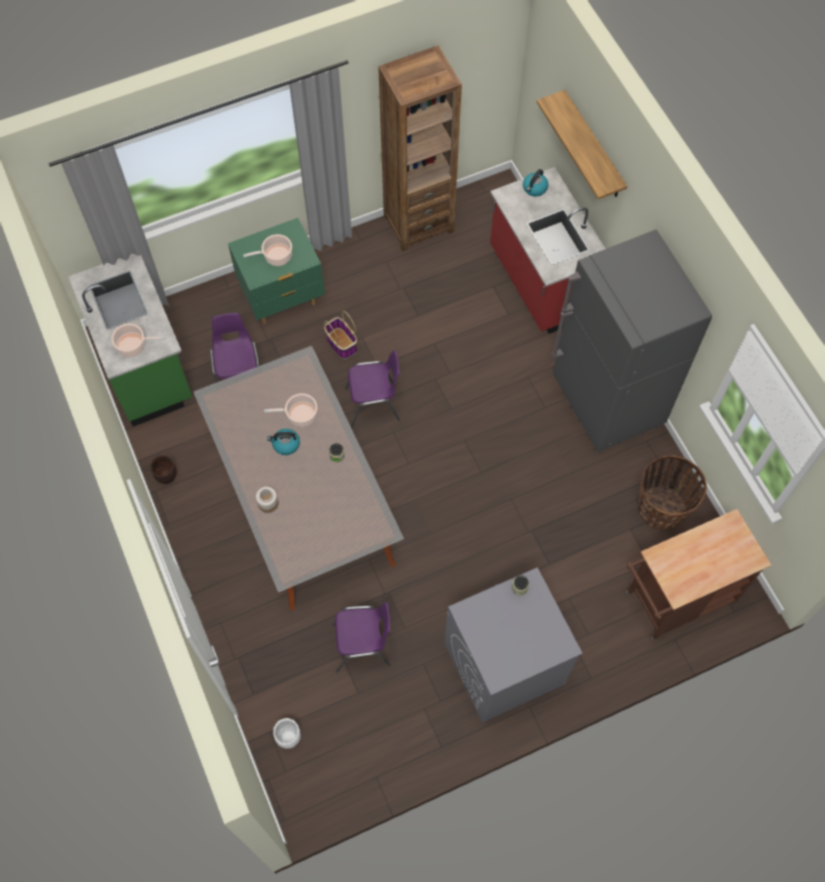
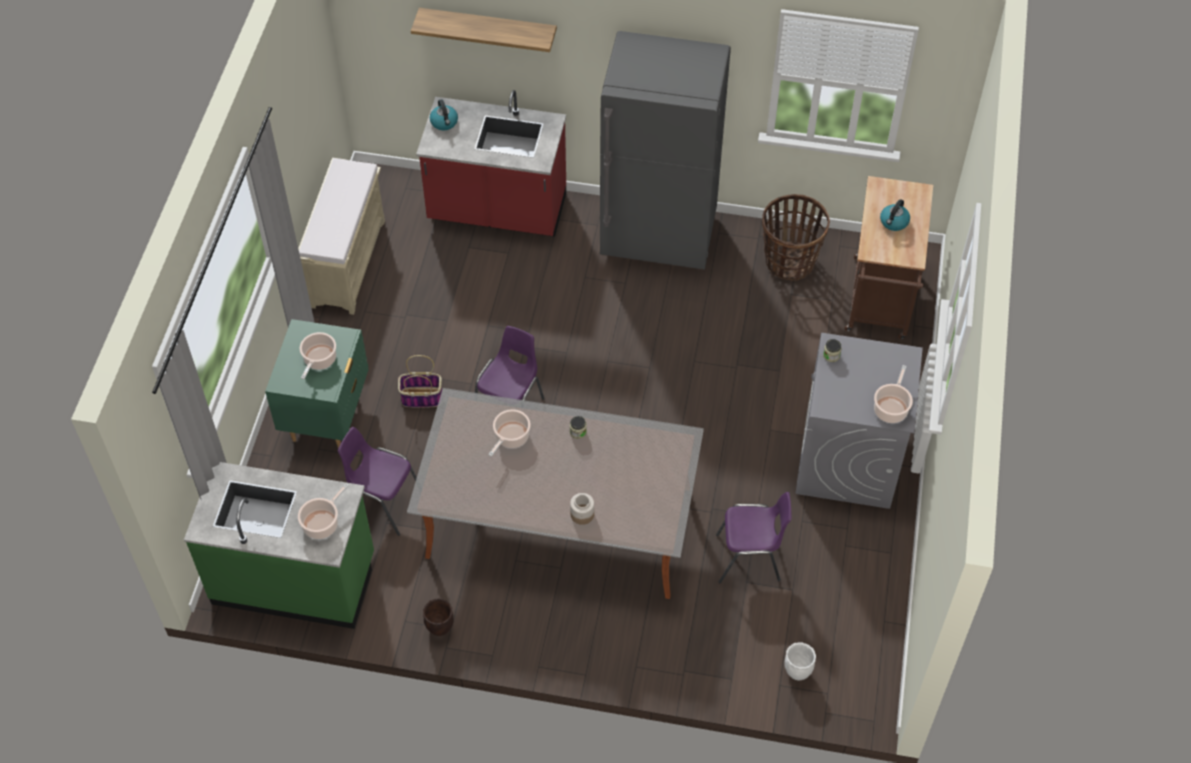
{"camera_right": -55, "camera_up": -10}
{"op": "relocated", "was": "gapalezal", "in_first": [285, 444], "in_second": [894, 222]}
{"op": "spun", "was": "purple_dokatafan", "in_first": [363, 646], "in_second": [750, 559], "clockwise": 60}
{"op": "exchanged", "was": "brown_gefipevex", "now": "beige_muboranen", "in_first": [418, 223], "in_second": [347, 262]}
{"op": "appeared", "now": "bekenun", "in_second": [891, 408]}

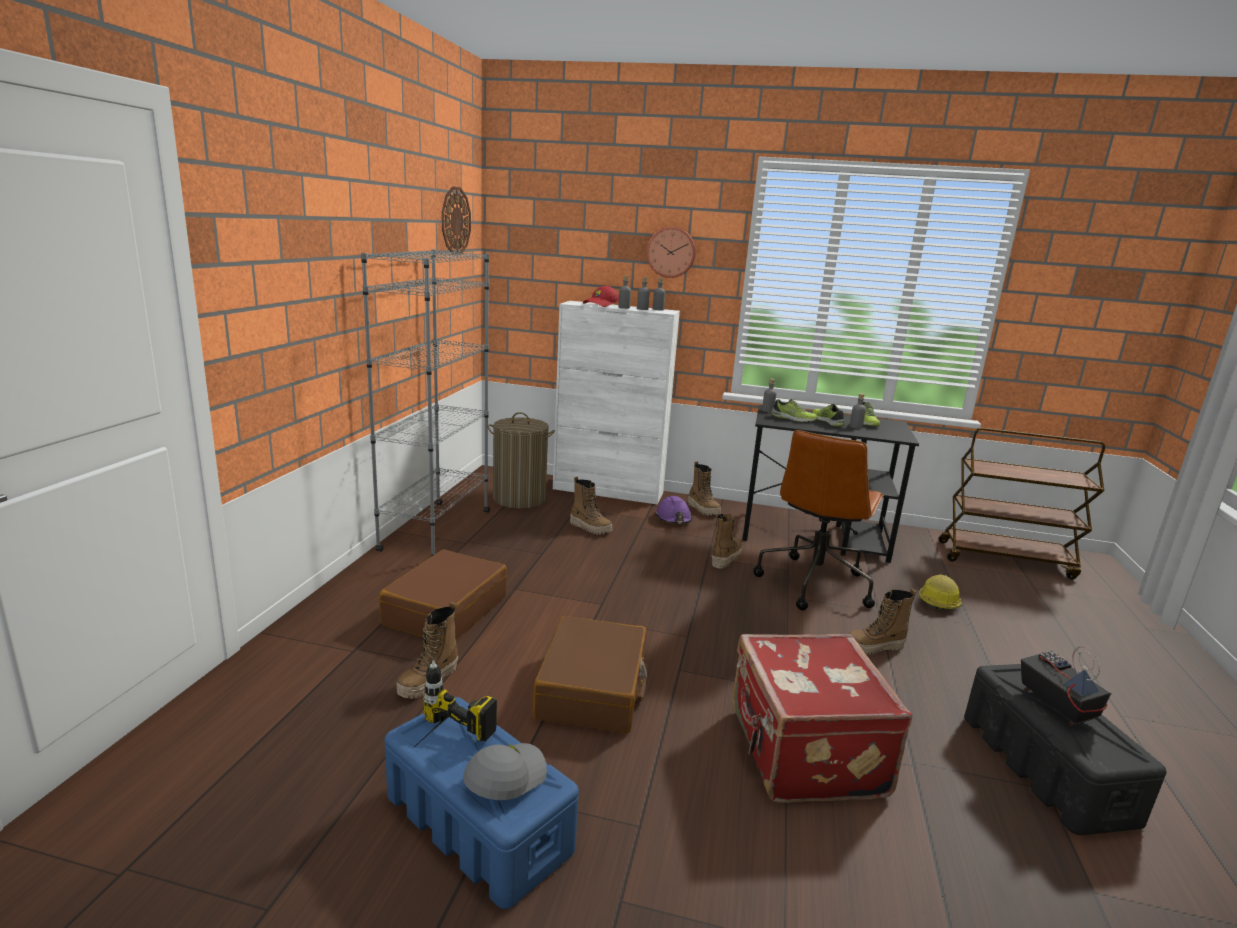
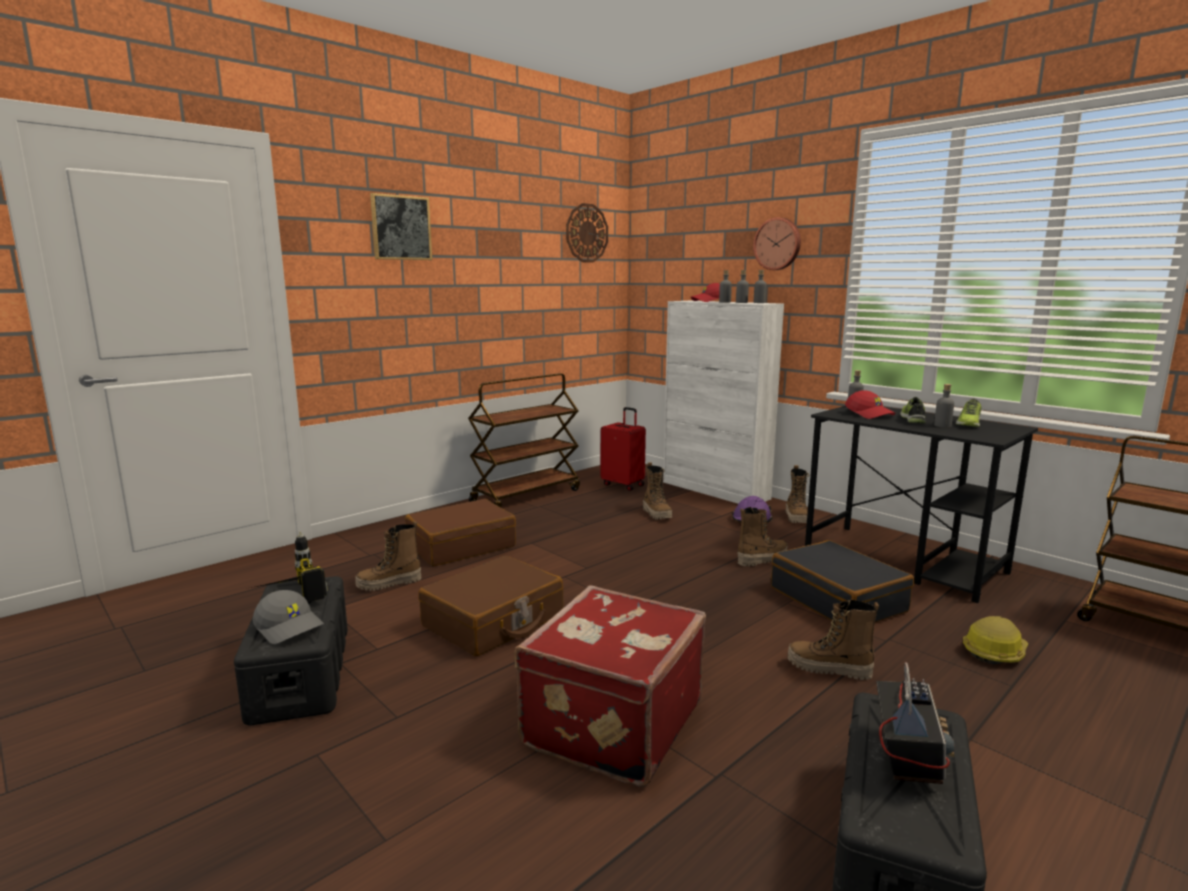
{"camera_right": 35, "camera_up": -5}
{"op": "exchanged", "was": "grey_gefipevex", "now": "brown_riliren", "in_first": [436, 530], "in_second": [526, 495]}
{"op": "colour", "was": "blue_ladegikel", "now": "black_ladegikel", "in_first": [477, 822], "in_second": [301, 672]}
{"op": "spun", "was": "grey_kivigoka", "in_first": [504, 778], "in_second": [290, 626], "clockwise": 60}
{"op": "exchanged", "was": "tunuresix", "now": "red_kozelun", "in_first": [519, 498], "in_second": [623, 485]}
{"op": "exchanged", "was": "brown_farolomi", "now": "black_kozelun", "in_first": [814, 583], "in_second": [838, 599]}
{"op": "exchanged", "was": "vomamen", "now": "red_kivigoka", "in_first": [793, 419], "in_second": [870, 414]}
{"op": "appeared", "now": "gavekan", "in_second": [401, 228]}

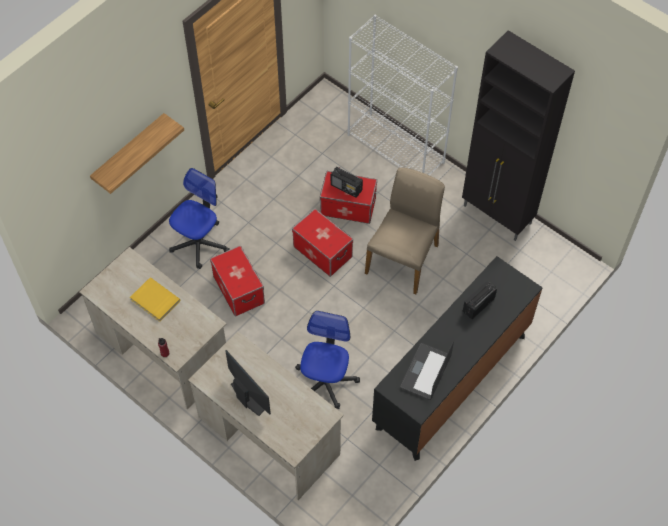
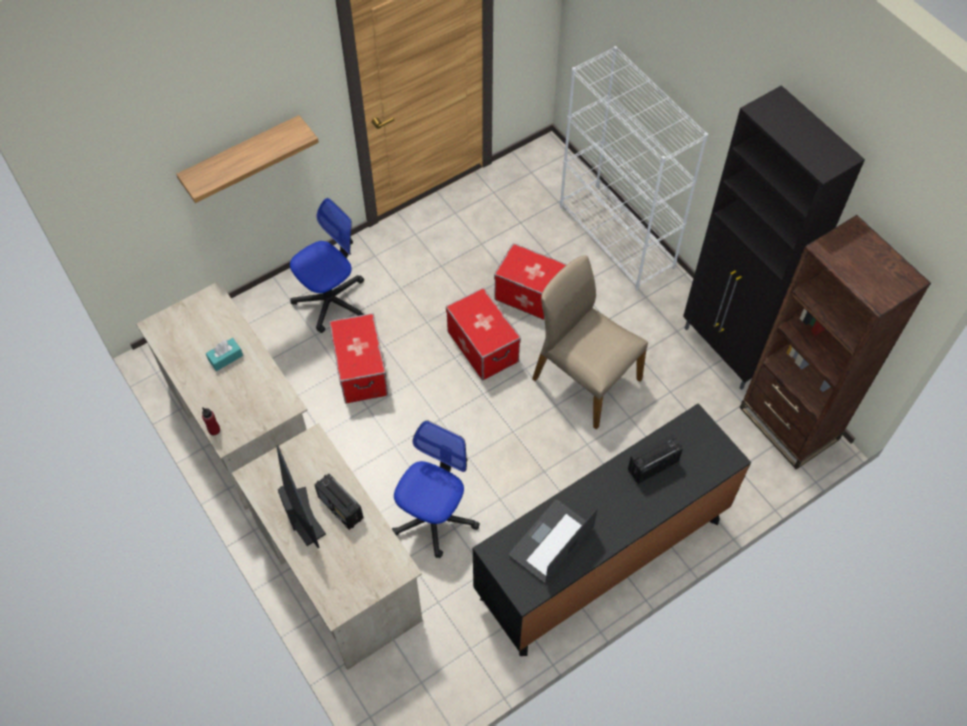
{"camera_right": 15, "camera_up": 0}
{"op": "exchanged", "was": "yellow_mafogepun", "now": "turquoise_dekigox", "in_first": [154, 301], "in_second": [225, 358]}
{"op": "relocated", "was": "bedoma", "in_first": [346, 188], "in_second": [341, 508]}
{"op": "spun", "was": "beige_dokatafan", "in_first": [403, 258], "in_second": [585, 379], "clockwise": -90}
{"op": "appeared", "now": "brown_gefipevex", "in_second": [788, 424]}

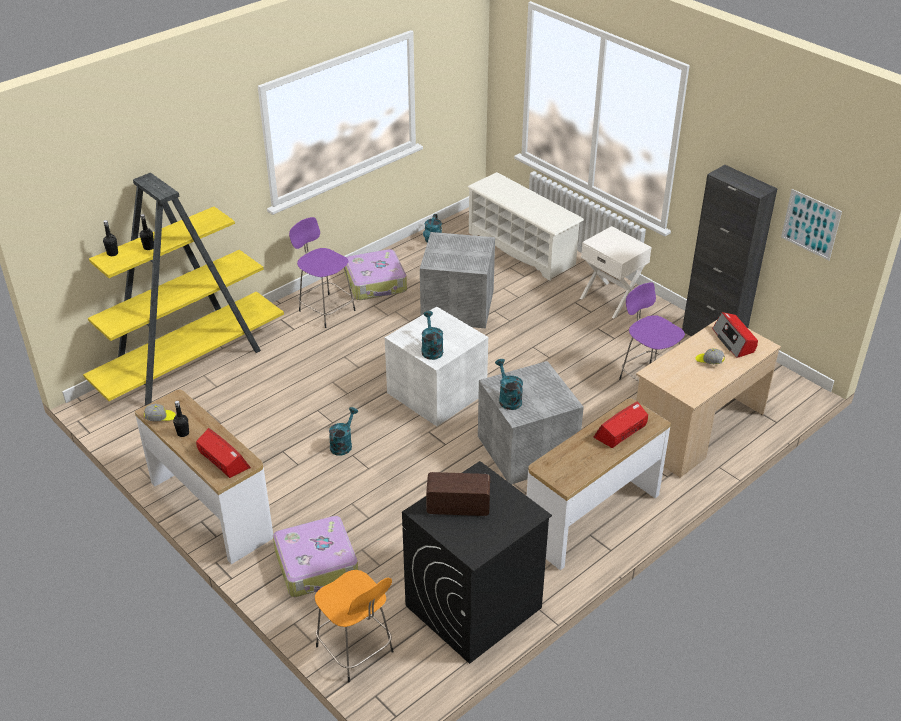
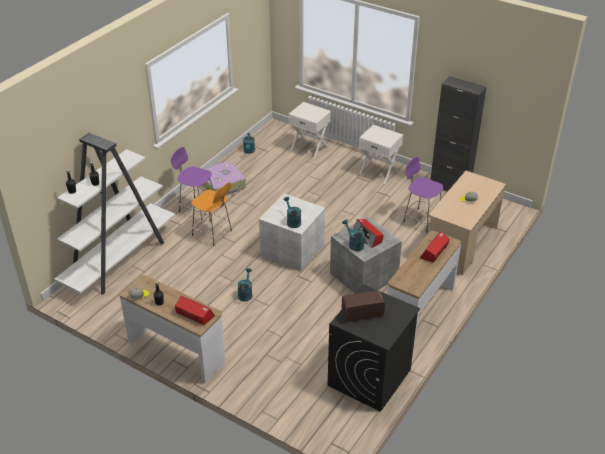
{"camera_right": -15, "camera_up": 0}
{"op": "colour", "was": "yellow_gefipevex", "now": "white_gefipevex", "in_first": [191, 364], "in_second": [120, 259]}
{"op": "missing", "was": "kozelun", "in_first": [317, 565]}
{"op": "relocated", "was": "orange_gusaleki", "in_first": [356, 651], "in_second": [213, 234]}
{"op": "missing", "was": "grey_ladegikel", "in_first": [458, 306]}
{"op": "exchanged", "was": "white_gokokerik", "now": "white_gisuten", "in_first": [522, 248], "in_second": [309, 147]}
{"op": "relocated", "was": "bedoma", "in_first": [734, 341], "in_second": [367, 236]}
{"op": "missing", "was": "gavekan", "in_first": [810, 224]}

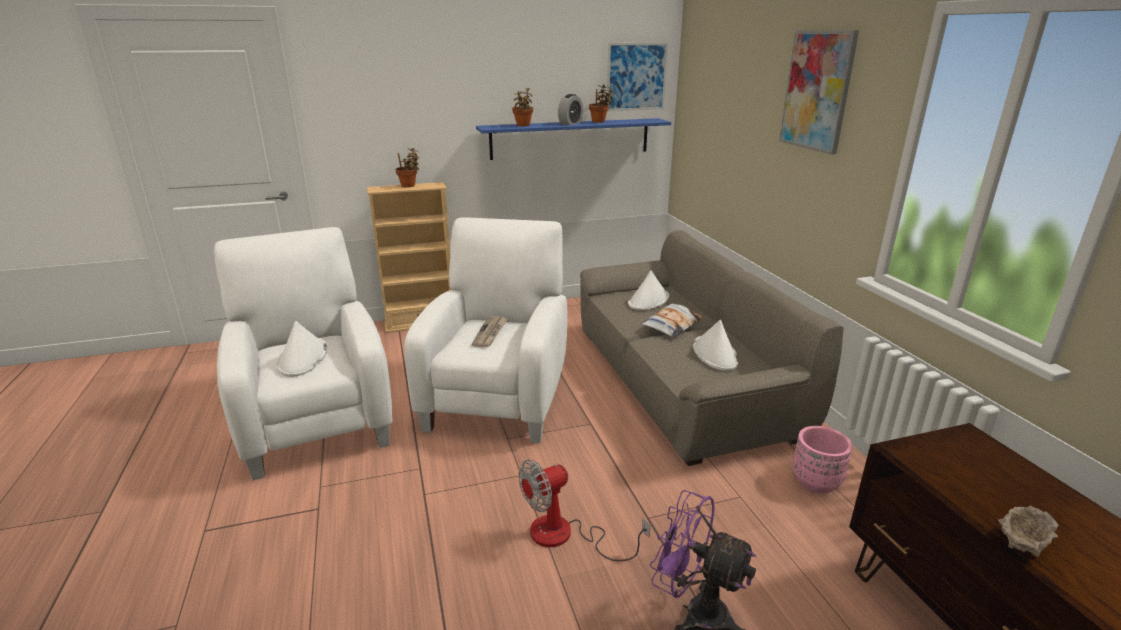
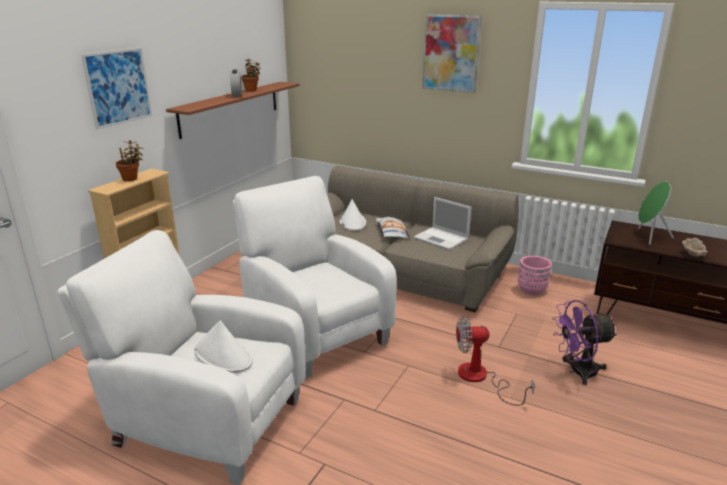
{"camera_right": -45, "camera_up": 0}
{"op": "missing", "was": "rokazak", "in_first": [490, 333]}
{"op": "colour", "was": "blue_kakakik", "now": "brown_kakakik", "in_first": [570, 138], "in_second": [230, 108]}
{"op": "missing", "was": "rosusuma", "in_first": [523, 125]}
{"op": "spun", "was": "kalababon", "in_first": [565, 536], "in_second": [481, 378], "clockwise": 75}
{"op": "relocated", "was": "gavekan", "in_first": [636, 77], "in_second": [118, 87]}
{"op": "exchanged", "was": "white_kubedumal", "now": "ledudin", "in_first": [715, 354], "in_second": [442, 239]}
{"op": "appeared", "now": "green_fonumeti", "in_second": [648, 236]}

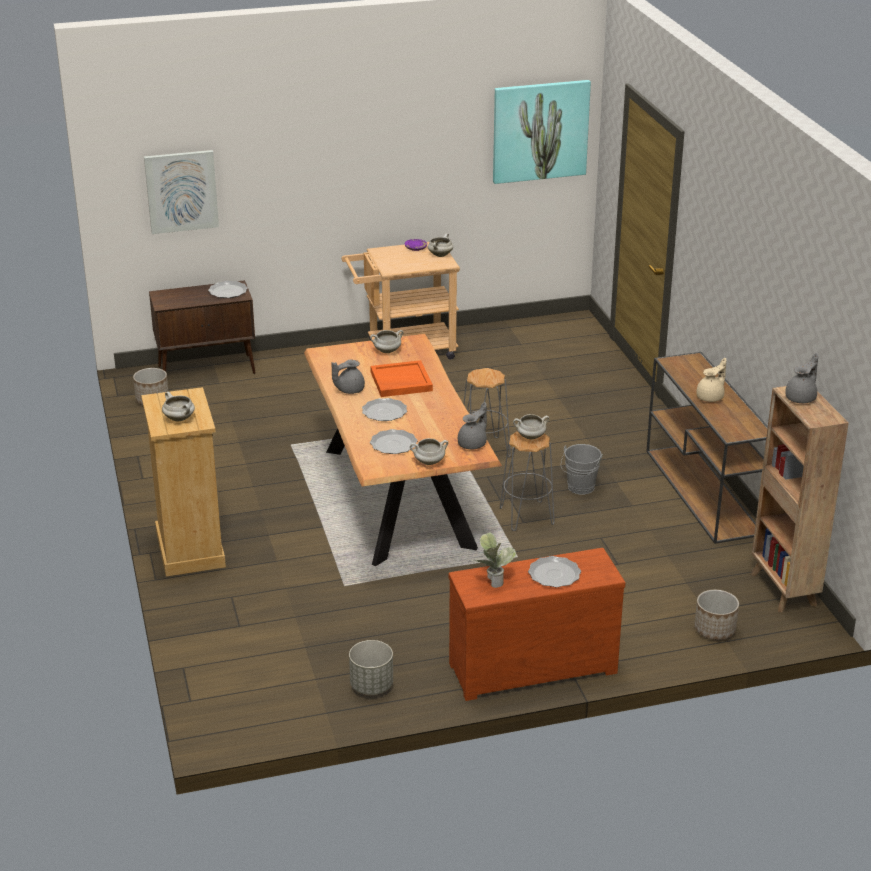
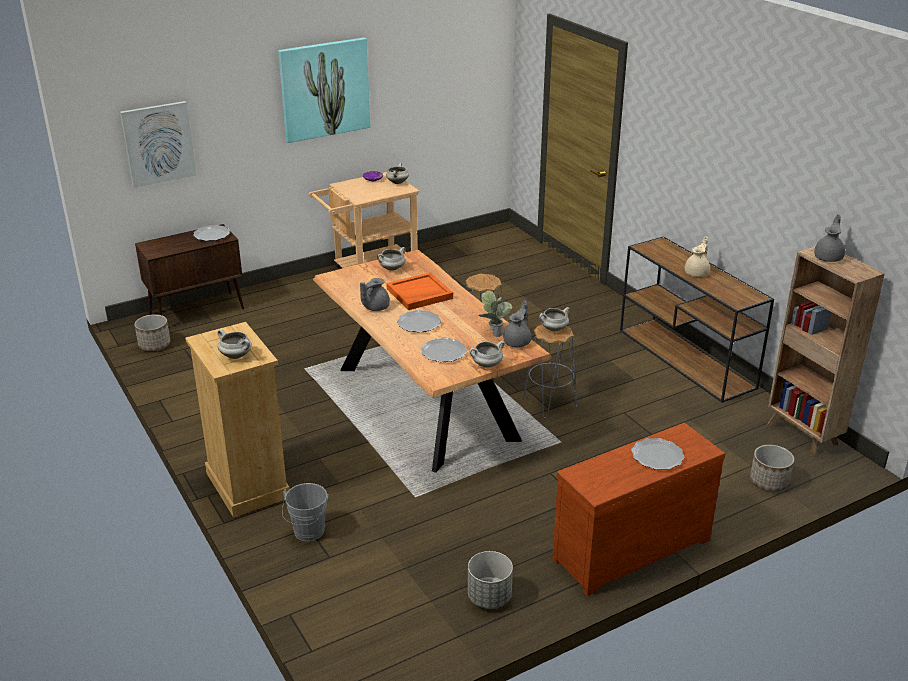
{"camera_right": -15, "camera_up": 0}
{"op": "relocated", "was": "rosusuma", "in_first": [493, 580], "in_second": [493, 332]}
{"op": "relocated", "was": "gavekan", "in_first": [540, 131], "in_second": [324, 89]}
{"op": "relocated", "was": "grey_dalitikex", "in_first": [579, 489], "in_second": [308, 533]}

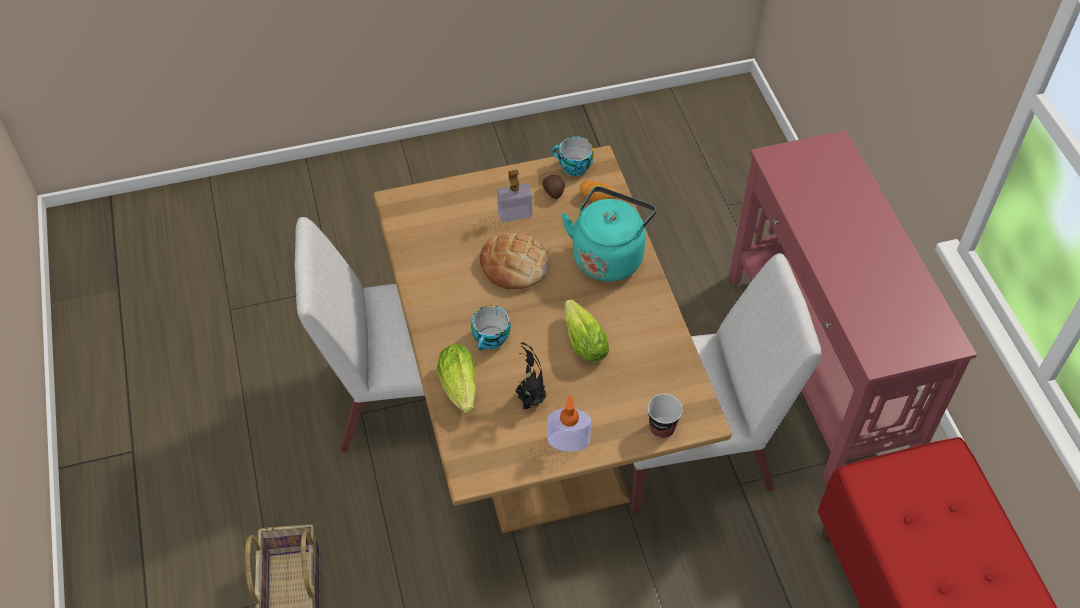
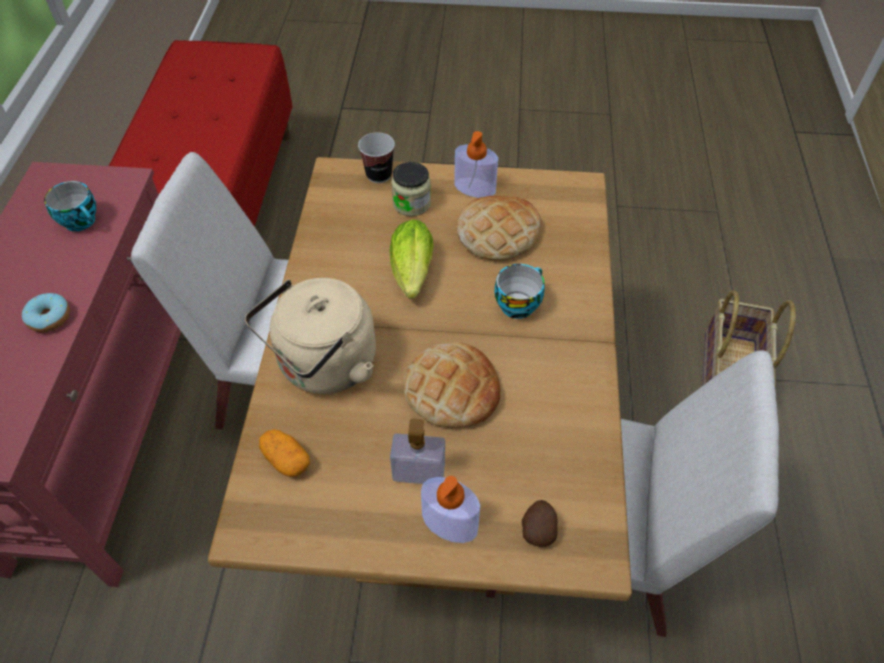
{"camera_right": -160, "camera_up": 0}
{"op": "missing", "was": "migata", "in_first": [460, 390]}
{"op": "exchanged", "was": "rosusuma", "now": "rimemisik", "in_first": [529, 399], "in_second": [498, 233]}
{"op": "relocated", "was": "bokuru", "in_first": [554, 192], "in_second": [538, 529]}
{"op": "relocated", "was": "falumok", "in_first": [573, 167], "in_second": [82, 221]}
{"op": "colour", "was": "turquoise_gapalezal", "now": "beige_gapalezal", "in_first": [608, 255], "in_second": [324, 366]}
{"op": "appeared", "now": "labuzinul", "in_second": [49, 318]}
{"op": "appeared", "now": "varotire", "in_second": [411, 203]}
{"op": "appeared", "now": "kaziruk", "in_second": [449, 522]}

